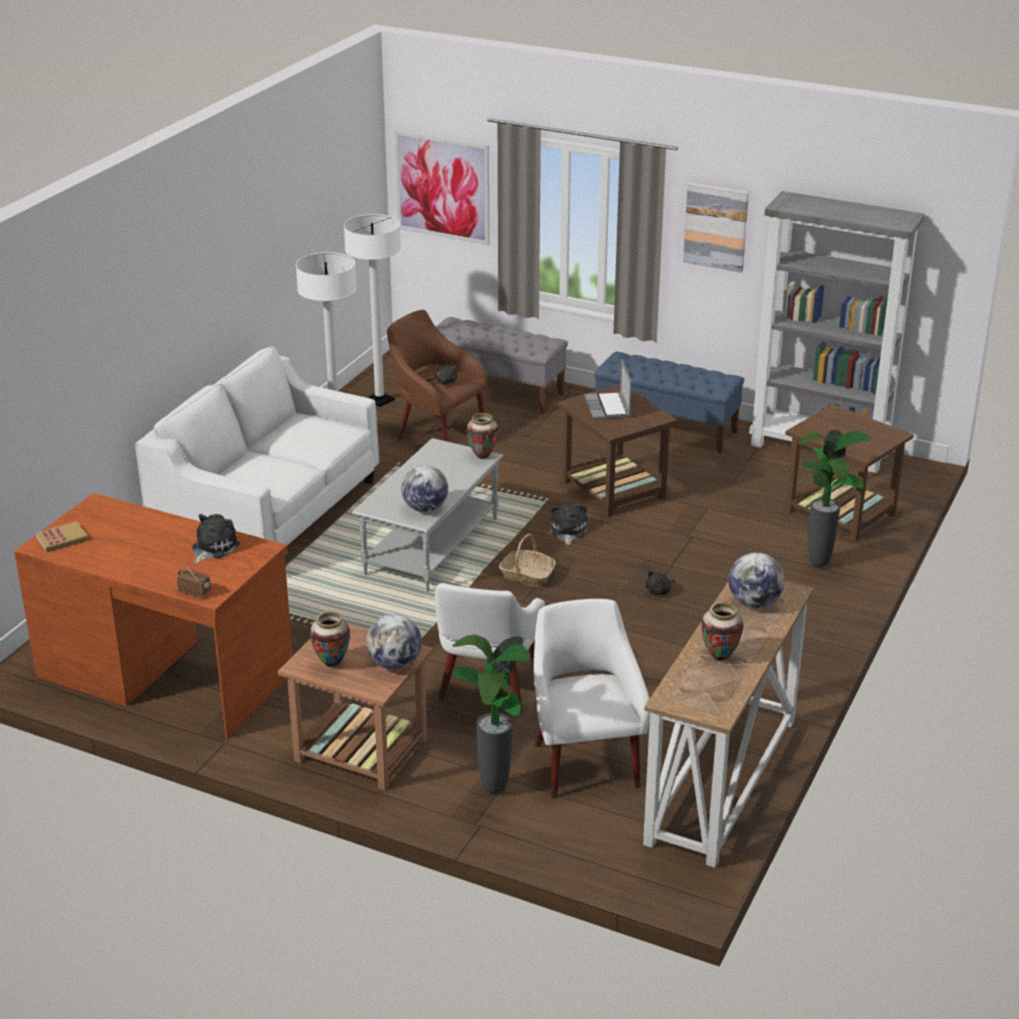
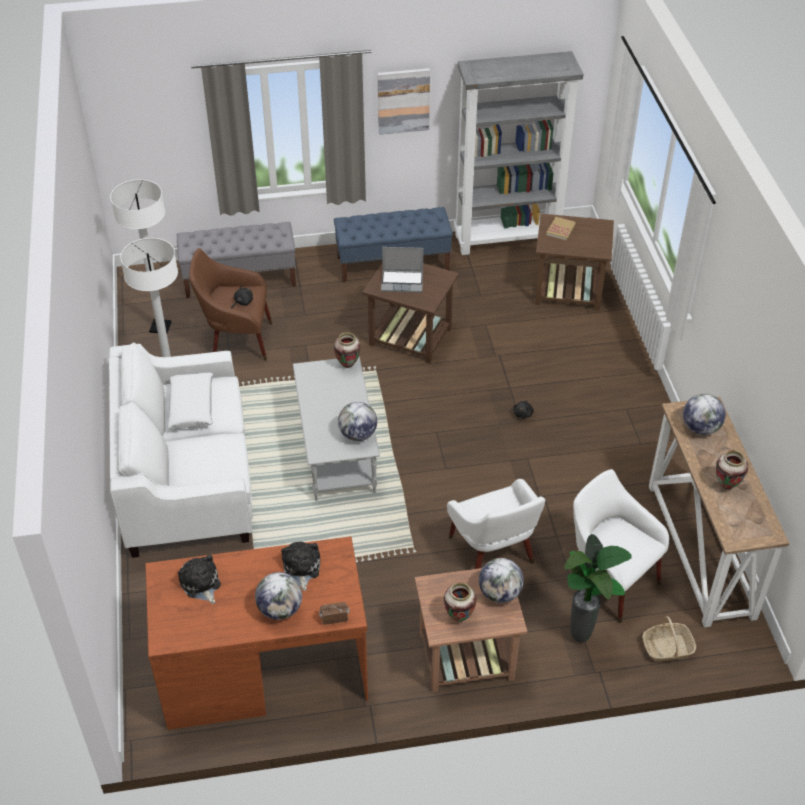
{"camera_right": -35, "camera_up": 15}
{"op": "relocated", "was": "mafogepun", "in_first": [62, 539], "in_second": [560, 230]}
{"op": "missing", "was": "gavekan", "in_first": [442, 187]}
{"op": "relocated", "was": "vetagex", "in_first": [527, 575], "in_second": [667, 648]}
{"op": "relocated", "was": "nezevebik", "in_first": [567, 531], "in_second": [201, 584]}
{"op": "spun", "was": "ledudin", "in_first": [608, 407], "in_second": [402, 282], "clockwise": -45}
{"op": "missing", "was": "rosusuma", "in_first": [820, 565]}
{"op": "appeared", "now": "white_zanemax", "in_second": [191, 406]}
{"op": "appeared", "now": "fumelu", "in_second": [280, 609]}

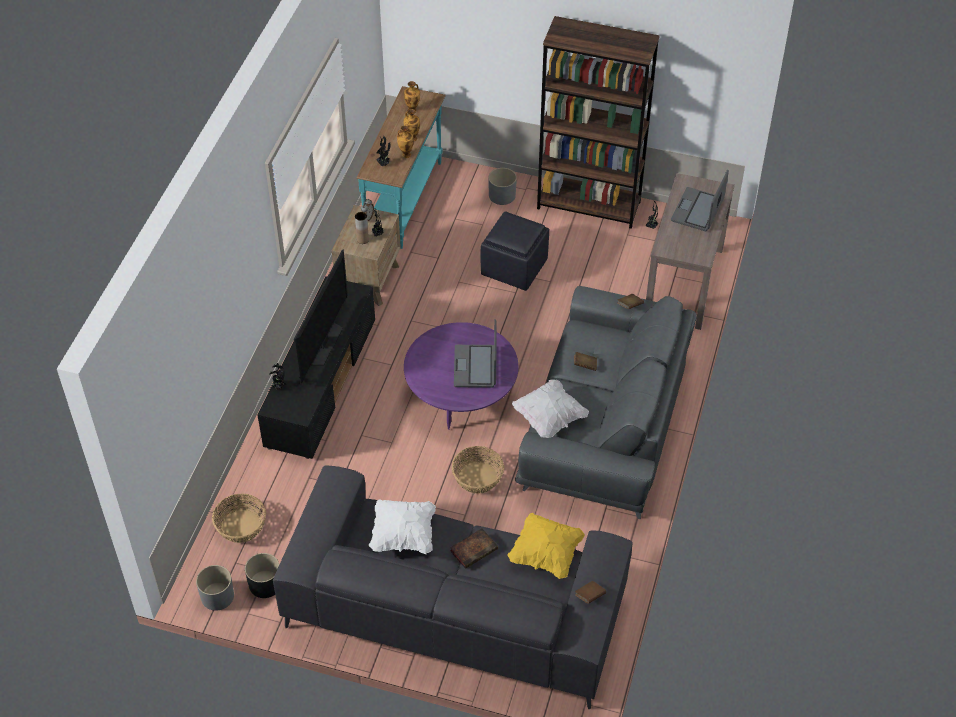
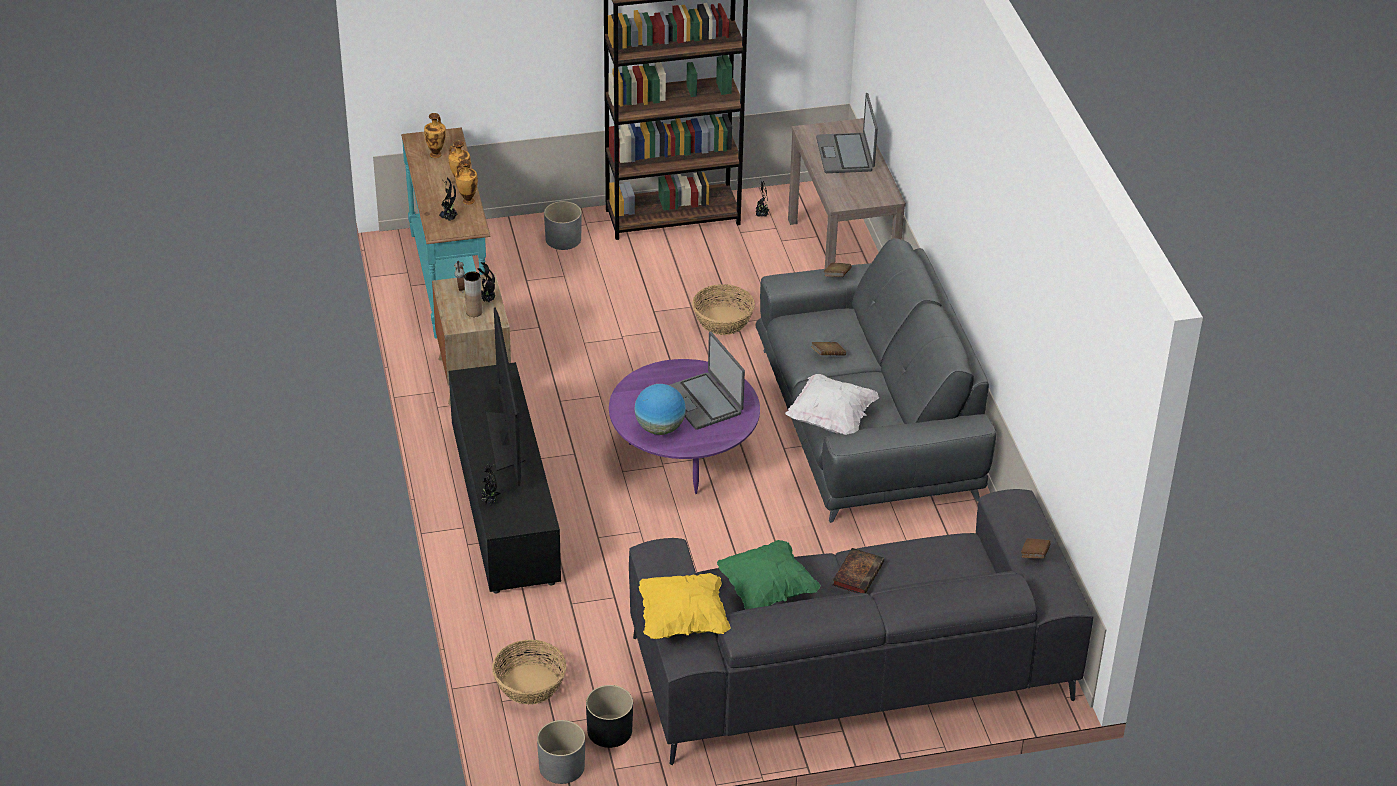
{"camera_right": -30, "camera_up": -10}
{"op": "colour", "was": "white_zanemax", "now": "green_zanemax", "in_first": [403, 534], "in_second": [767, 590]}
{"op": "relocated", "was": "vetagex", "in_first": [478, 477], "in_second": [723, 320]}
{"op": "missing", "was": "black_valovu", "in_first": [515, 267]}
{"op": "relocated", "was": "yellow_zanemax", "in_first": [546, 553], "in_second": [682, 620]}
{"op": "appeared", "now": "fumelu", "in_second": [659, 428]}

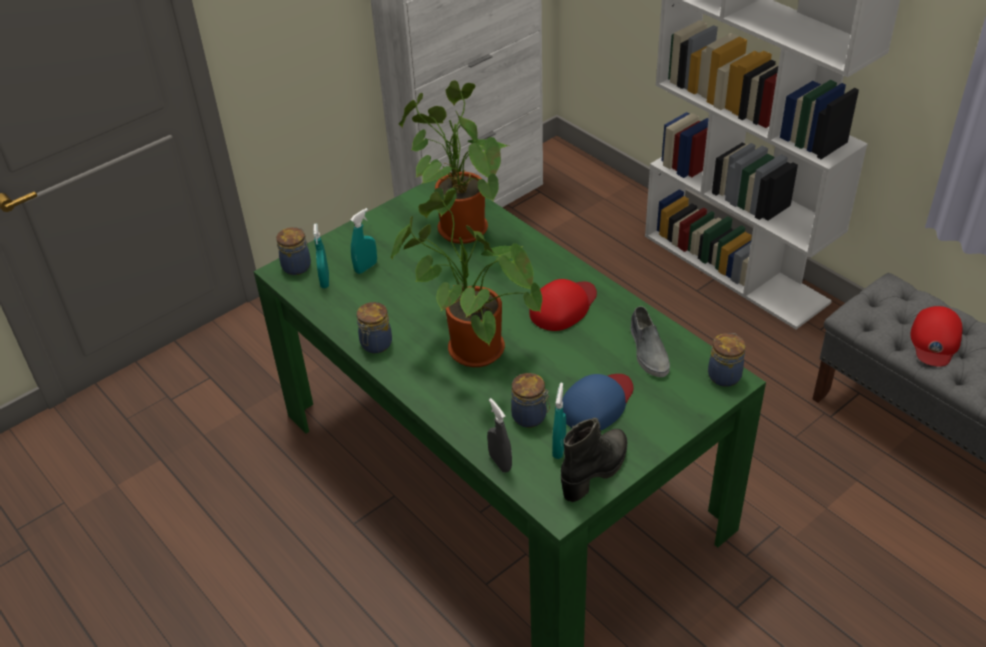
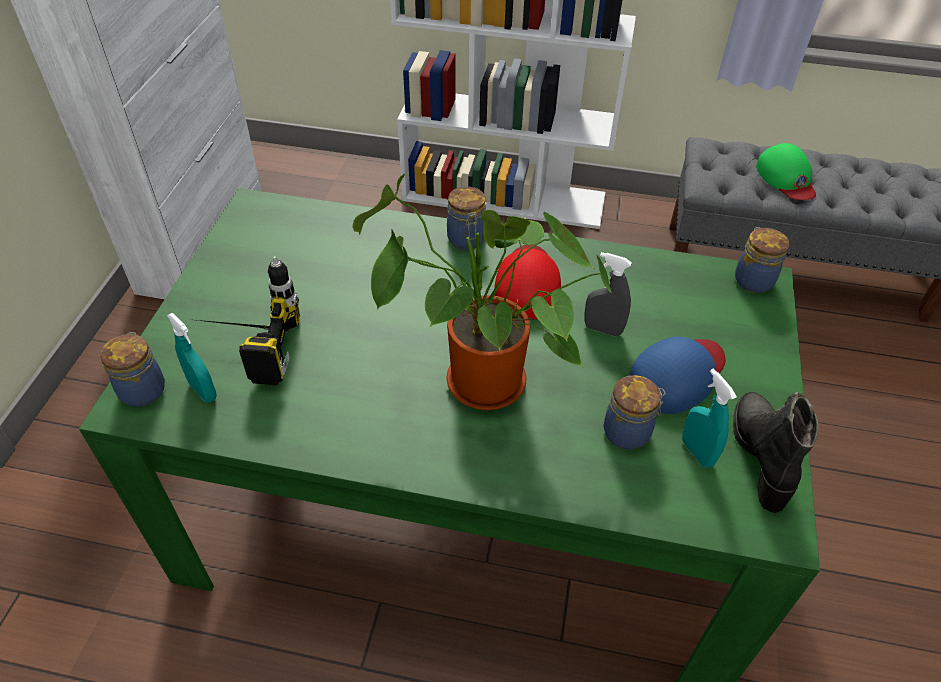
{"camera_right": -40, "camera_up": 5}
{"op": "exchanged", "was": "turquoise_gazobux", "now": "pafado", "in_first": [366, 267], "in_second": [245, 346]}
{"op": "relocated", "was": "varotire", "in_first": [375, 345], "in_second": [466, 240]}
{"op": "missing", "was": "rosusuma", "in_first": [458, 228]}
{"op": "relocated", "was": "grey_gazobux", "in_first": [500, 462], "in_second": [603, 329]}
{"op": "spun", "was": "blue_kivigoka", "in_first": [598, 404], "in_second": [677, 375], "clockwise": 45}
{"op": "missing", "was": "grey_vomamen", "in_first": [648, 350]}
{"op": "colour", "was": "red_kivigoka", "now": "green_kivigoka", "in_first": [935, 340], "in_second": [786, 178]}

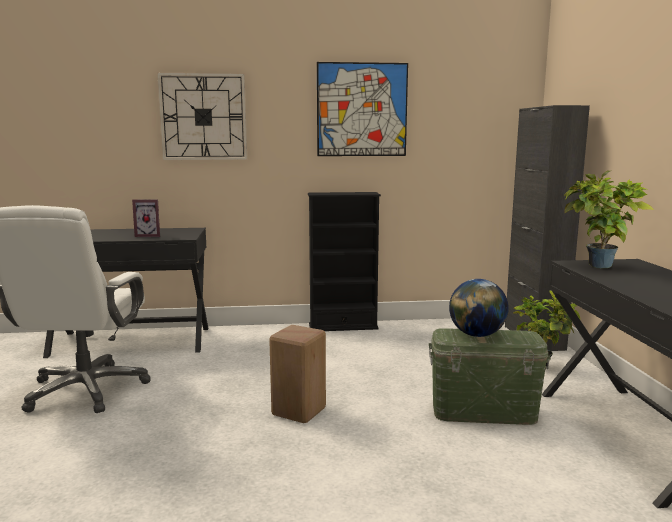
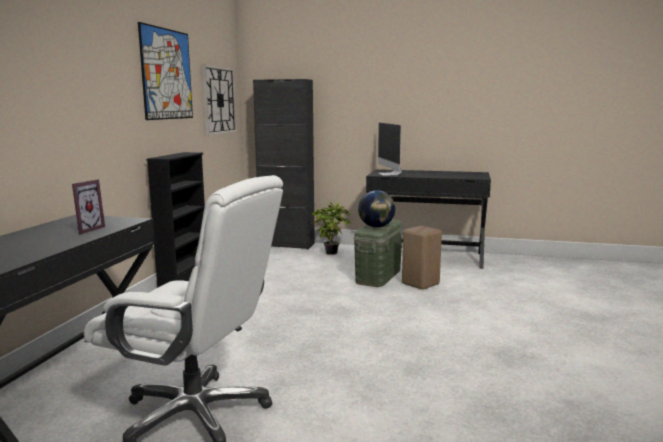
{"camera_right": -70, "camera_up": 0}
{"op": "relocated", "was": "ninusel", "in_first": [203, 117], "in_second": [219, 100]}
{"op": "relocated", "was": "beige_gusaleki", "in_first": [298, 411], "in_second": [419, 284]}
{"op": "exchanged", "was": "rosusuma", "now": "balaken", "in_first": [598, 267], "in_second": [389, 174]}

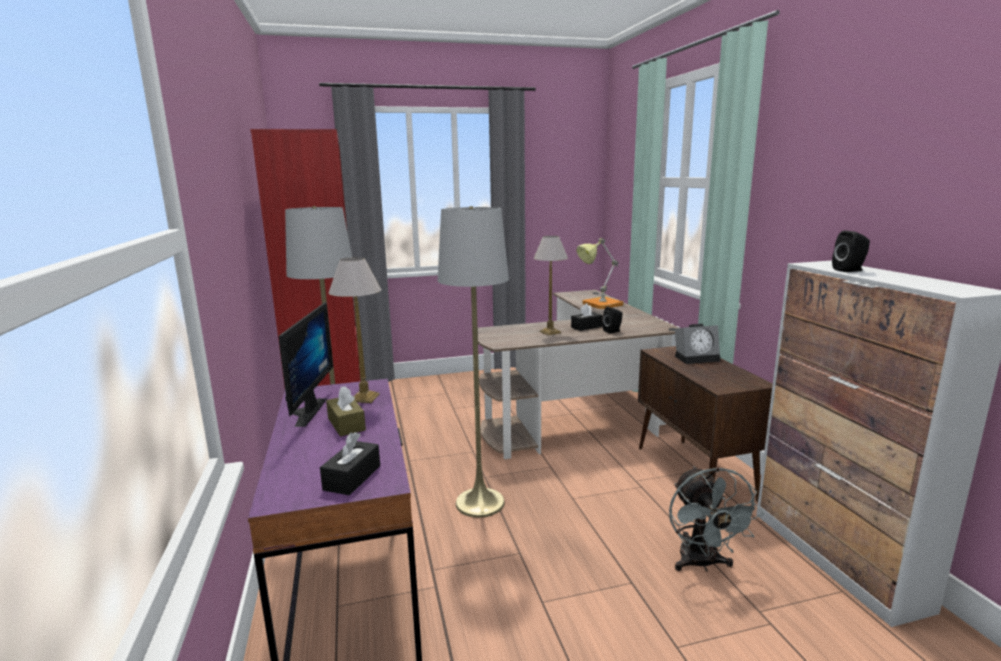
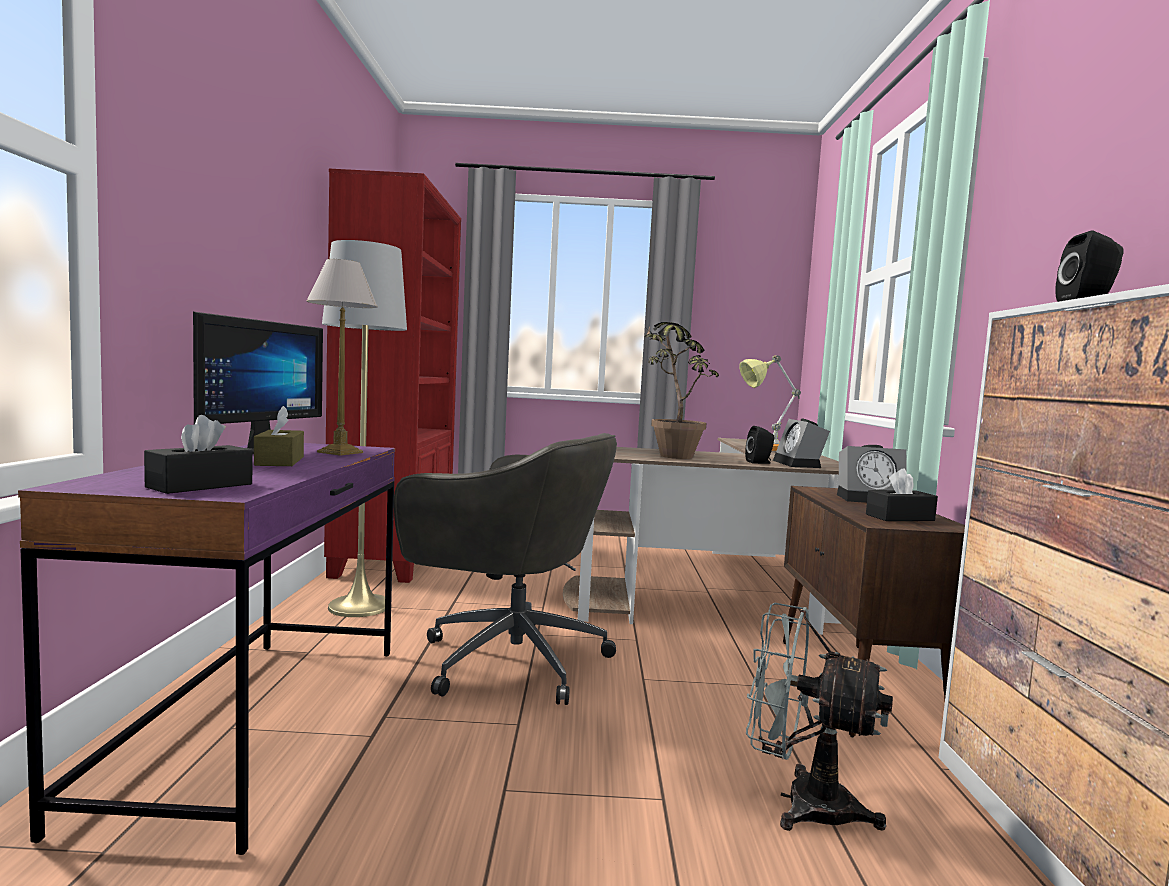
{"camera_right": 15, "camera_up": -10}
{"op": "exchanged", "was": "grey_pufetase", "now": "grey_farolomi", "in_first": [480, 503], "in_second": [508, 659]}
{"op": "exchanged", "was": "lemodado", "now": "rosusuma", "in_first": [550, 332], "in_second": [669, 455]}
{"op": "relocated", "was": "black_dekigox", "in_first": [586, 327], "in_second": [900, 517]}
{"op": "spun", "was": "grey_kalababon", "in_first": [702, 564], "in_second": [800, 802], "clockwise": 105}
{"op": "appeared", "now": "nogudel", "in_second": [799, 464]}

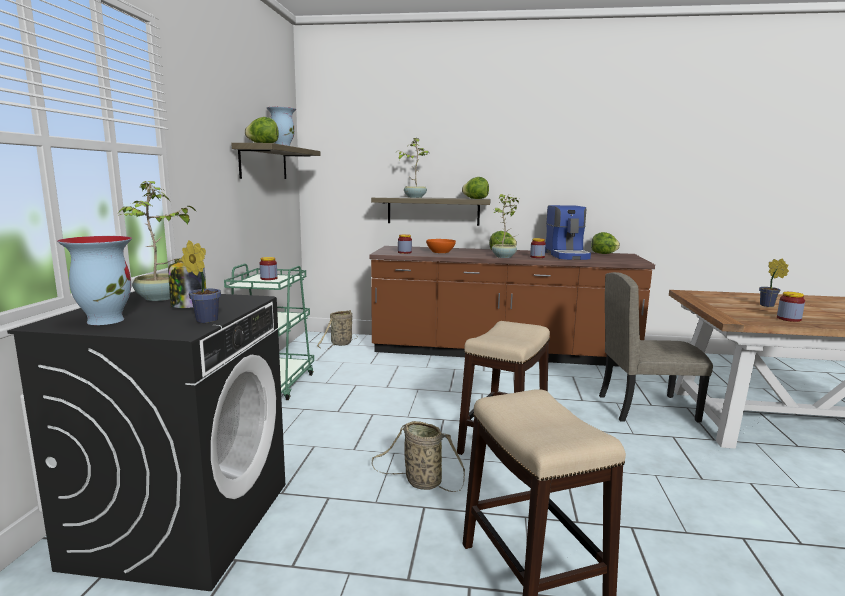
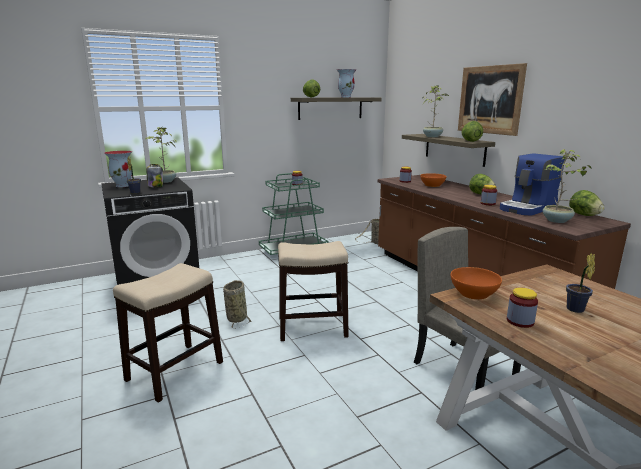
{"camera_right": 55, "camera_up": 5}
{"op": "relocated", "was": "rosusuma", "in_first": [504, 257], "in_second": [557, 221]}
{"op": "appeared", "now": "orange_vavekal", "in_second": [473, 293]}
{"op": "appeared", "now": "gavekan", "in_second": [490, 100]}

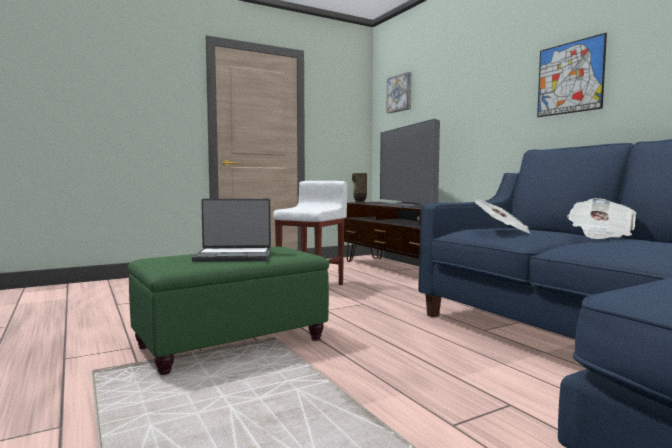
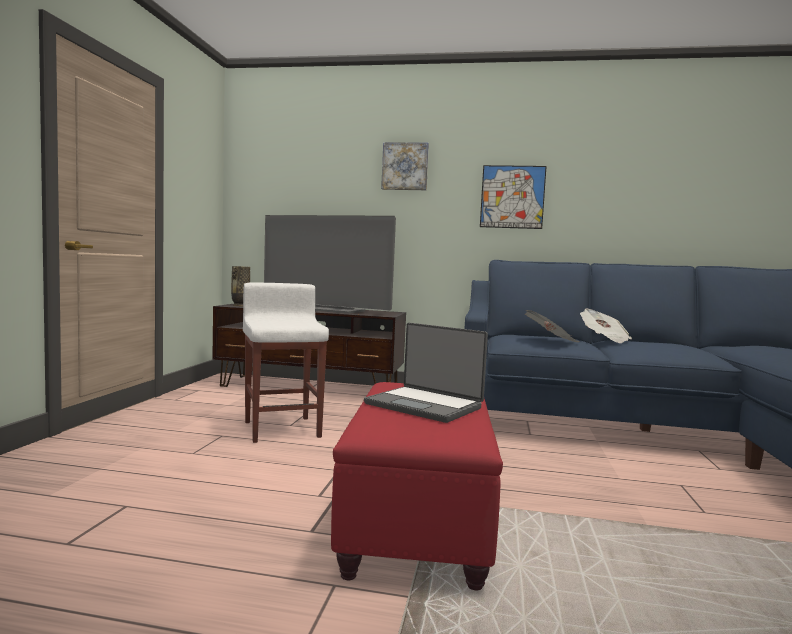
{"camera_right": -50, "camera_up": 0}
{"op": "colour", "was": "green_valovu", "now": "red_valovu", "in_first": [233, 342], "in_second": [417, 522]}
{"op": "spun", "was": "ledudin", "in_first": [234, 256], "in_second": [425, 405], "clockwise": 90}
{"op": "relocated", "was": "gavekan", "in_first": [400, 93], "in_second": [405, 166]}

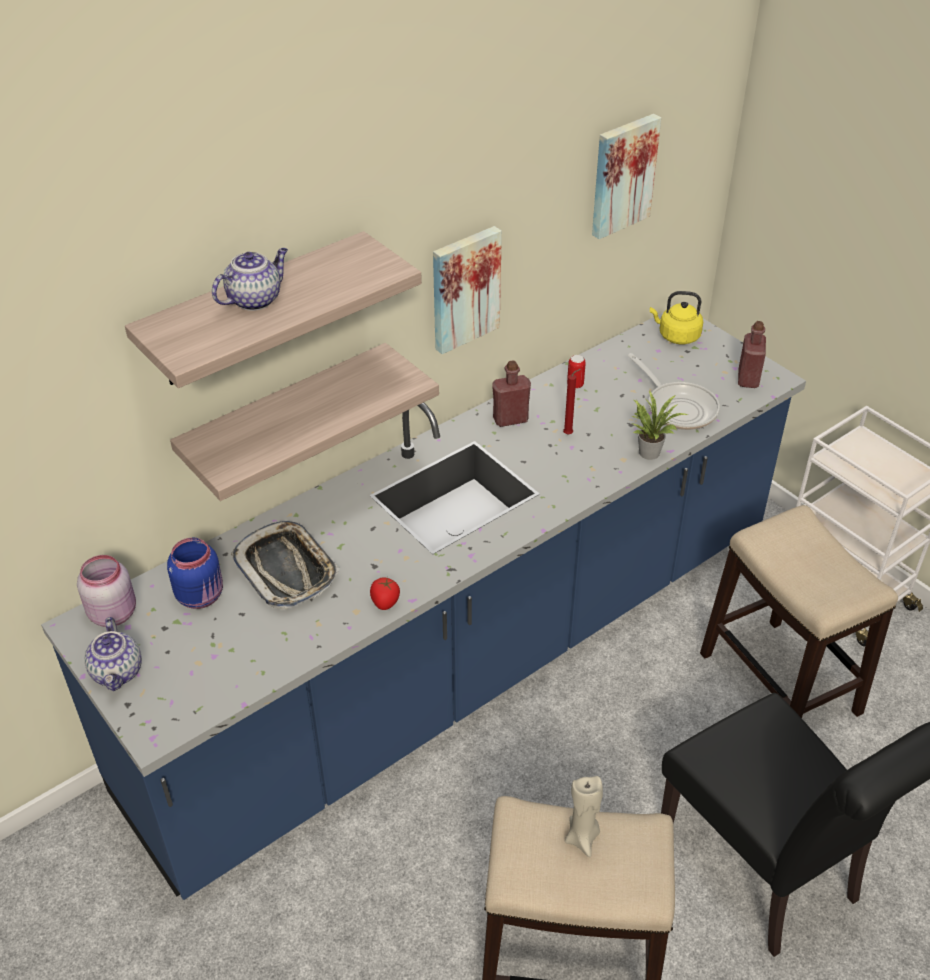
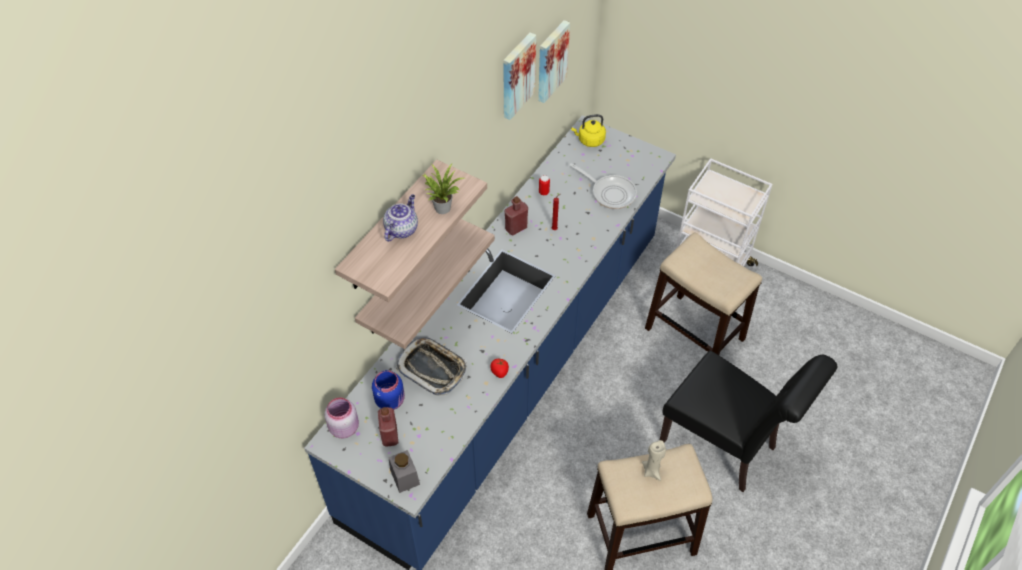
{"camera_right": -20, "camera_up": 10}
{"op": "missing", "was": "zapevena", "in_first": [118, 672]}
{"op": "relocated", "was": "gavekan", "in_first": [464, 288], "in_second": [516, 75]}
{"op": "relocated", "was": "rosusuma", "in_first": [649, 451], "in_second": [442, 206]}
{"op": "relocated", "was": "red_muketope", "in_first": [748, 379], "in_second": [389, 436]}
{"op": "appeared", "now": "grey_varotire", "in_second": [405, 477]}

